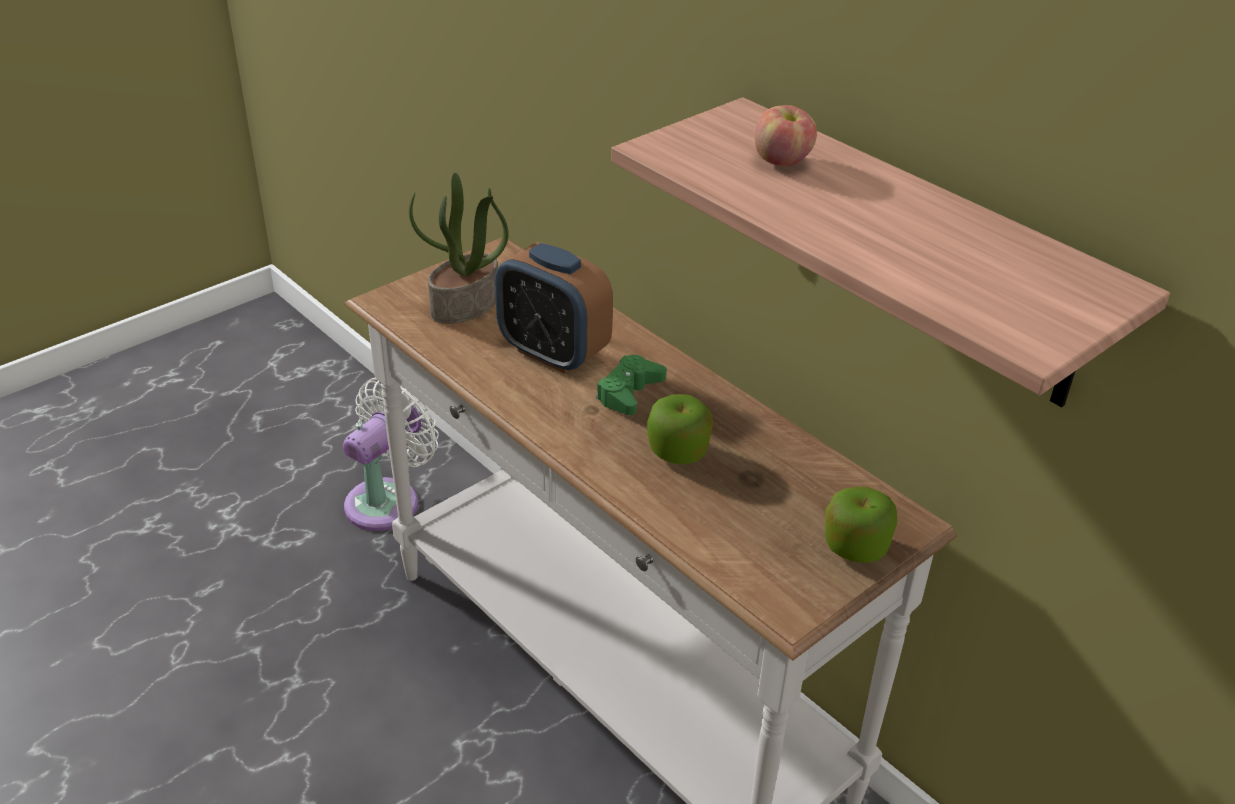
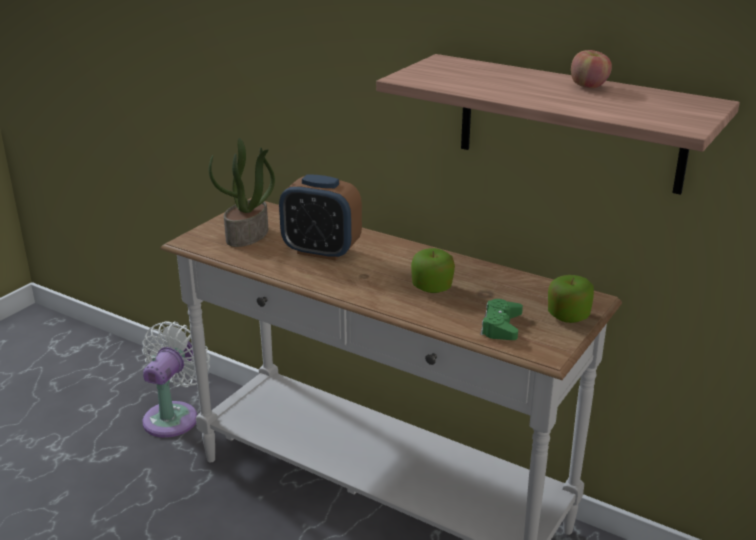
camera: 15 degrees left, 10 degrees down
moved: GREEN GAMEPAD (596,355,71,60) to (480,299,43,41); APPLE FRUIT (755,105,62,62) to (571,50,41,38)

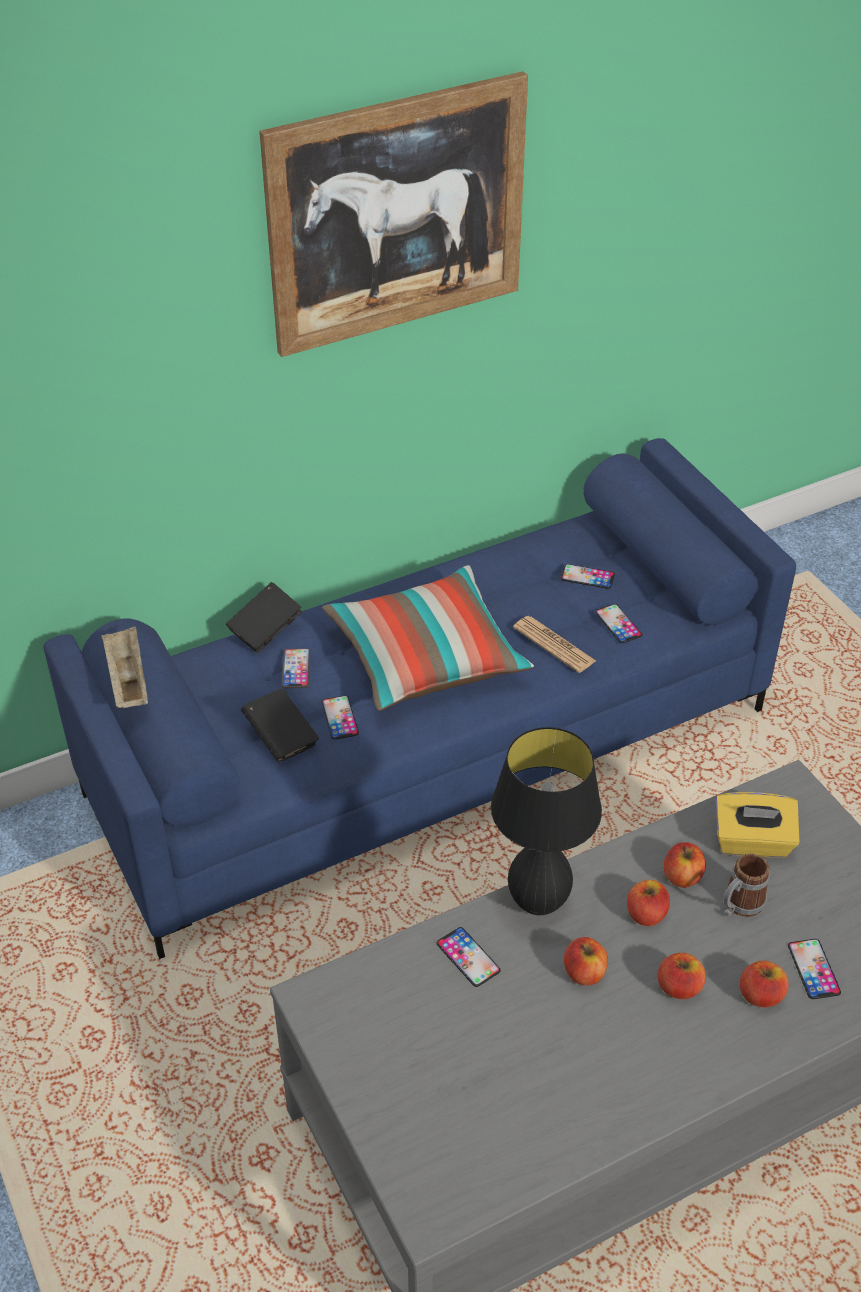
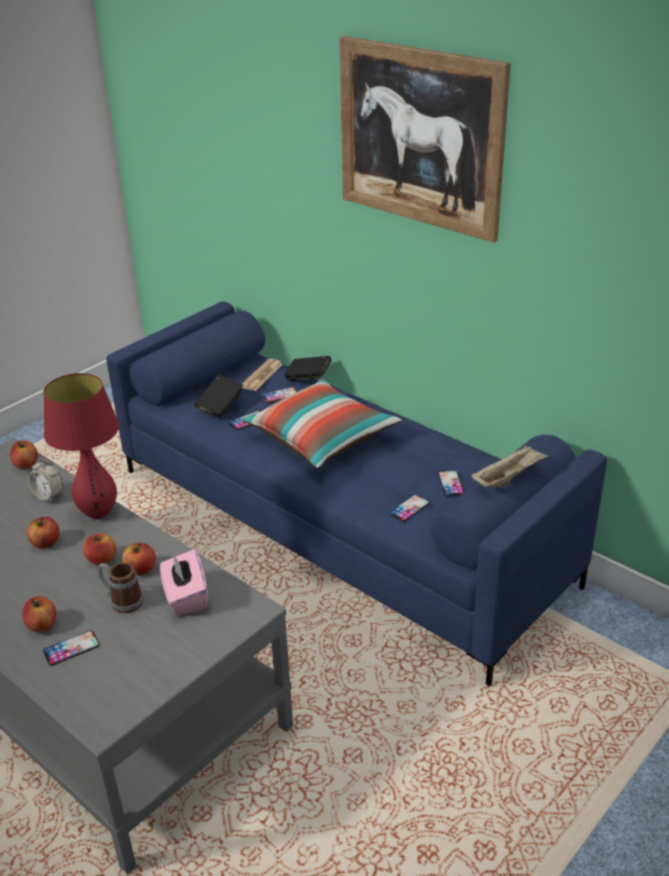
camera: 70 degrees right, 10 degrees down
moved: SAND-COLOURED CARRYING TRAY (101,626,47,82) to (471,444,77,44); PRINTED PAPER (513,616,83,57) to (242,359,41,32); APPLE FRUIT (658,953,48,46) to (10,440,28,29)
replaced: TELEPHONE (437,927,64,60) to TABLE CLOCK (28,458,35,45)
recoloured: BLACK-COLOURED TABLE LAMP (491,727,111,188) to RED TABLE LAMP (44,373,75,146); YELLOWISH TISSUE HOLDER (716,792,84,66) to PINKISH TISSUE HOLDER (160,549,48,67)

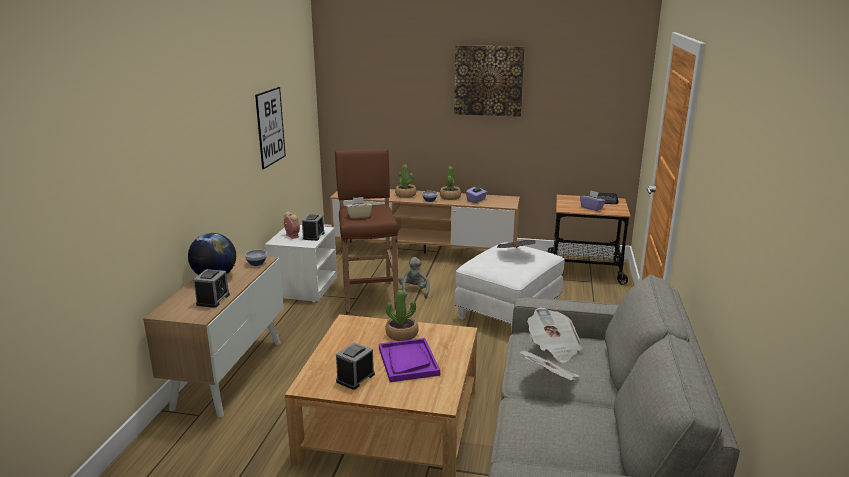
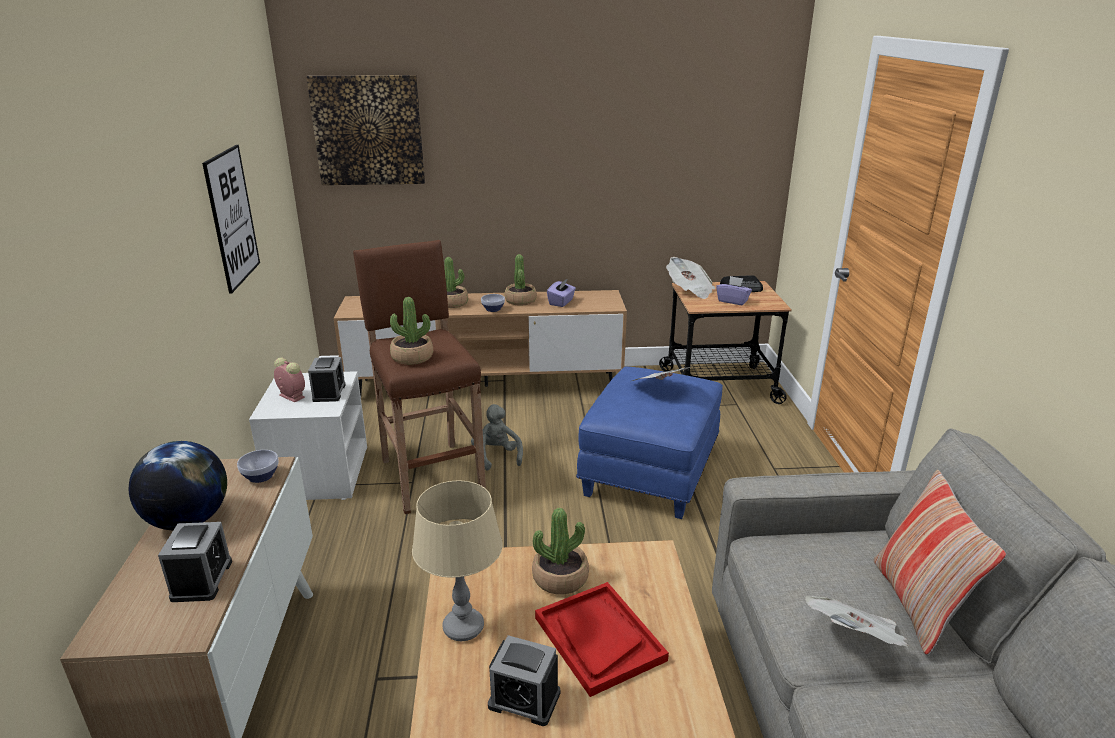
camera: 15 degrees left, 5 degrees up
added: SAND-COLOURED TABLE LAMP (412,480,91,161); THROW PILLOW (874,470,132,185)
moved: WALL ART (454,45,71,72) to (306,75,119,110); PRINTED PAPER (527,307,55,56) to (666,257,49,42)
replaced: SAND-COLOURED TISSUE HOLDER (346,197,26,22) to HOUSEPLANT (390,297,43,68)
recoloured: PURPLISH CARRYING TRAY (379,338,61,44) to RED CARRYING TRAY (535,582,134,115); WHITE-COLOURED FOOTREST (454,242,111,91) to BLUISH FOOTREST (576,366,147,153)
turned: TABLE CLOCK (336,342,39,48) = (488,635,73,91) 90 degrees counterclockwise

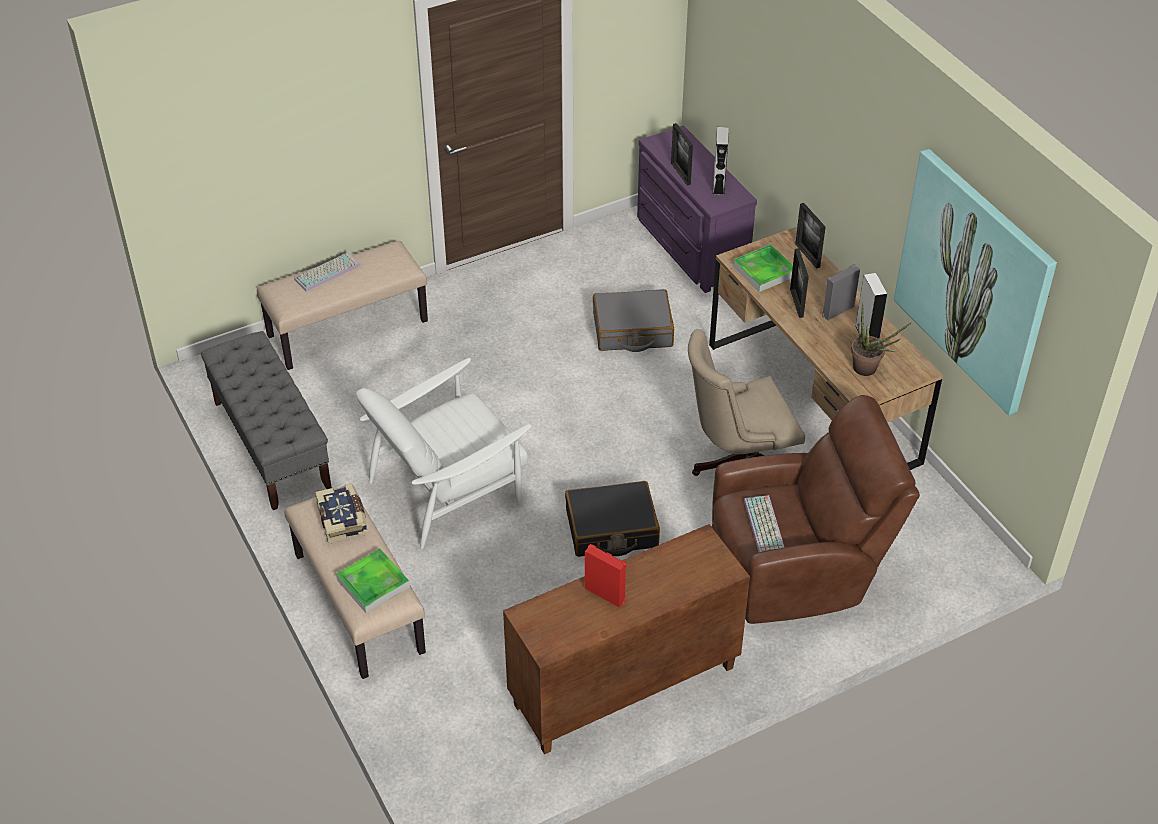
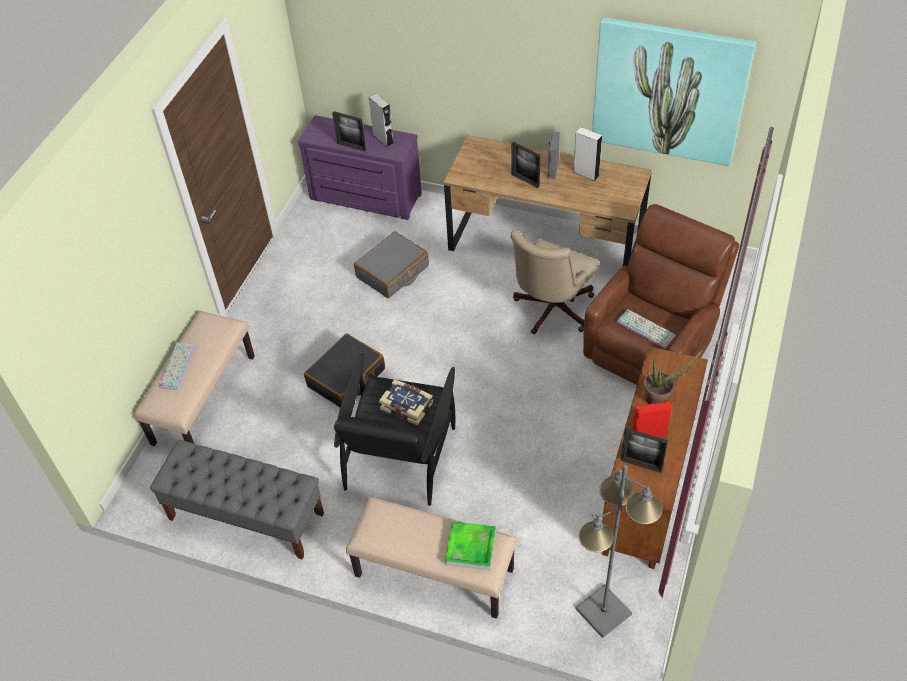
camera: 40 degrees left, 5 degrees up
removed: CARRYING TRAY (733,244,60,48)
added: GRAY STANDARD LAMP (575,465,87,173)
moved: BOUND BOOK (315,483,52,61) to (379,379,54,46); BLACK-COLOURED TRAVEL CASE (565,481,95,76) to (304,333,81,74); PICTURE FRAME (795,203,31,66) to (621,428,47,45); HOUSEPLANT (851,302,61,74) to (644,349,60,55)
recoloured: WHITE-COLOURED ARMCHAIR (356,358,176,191) to BLACK-COLOURED ARMCHAIR (334,353,121,153)

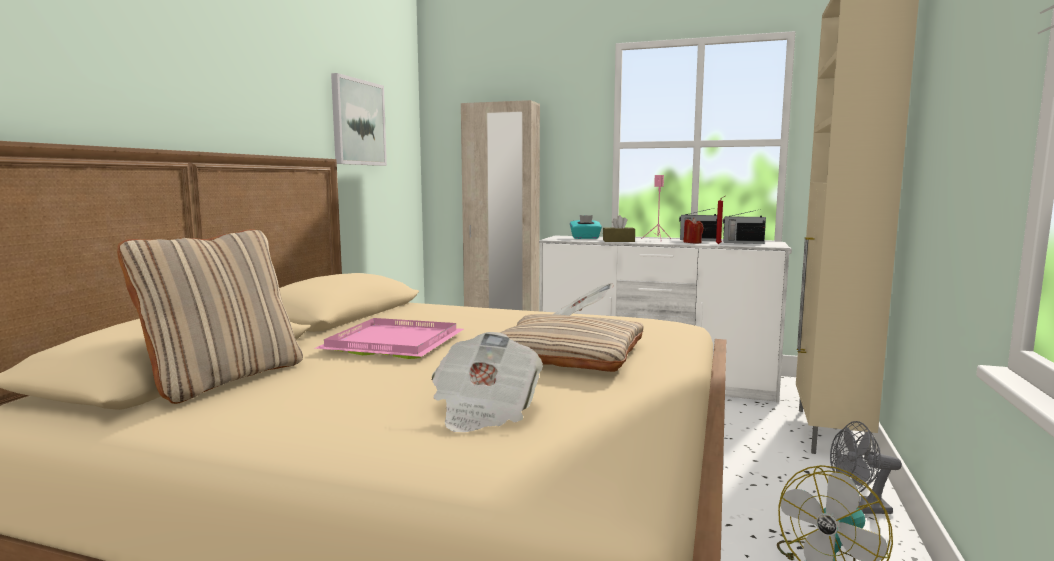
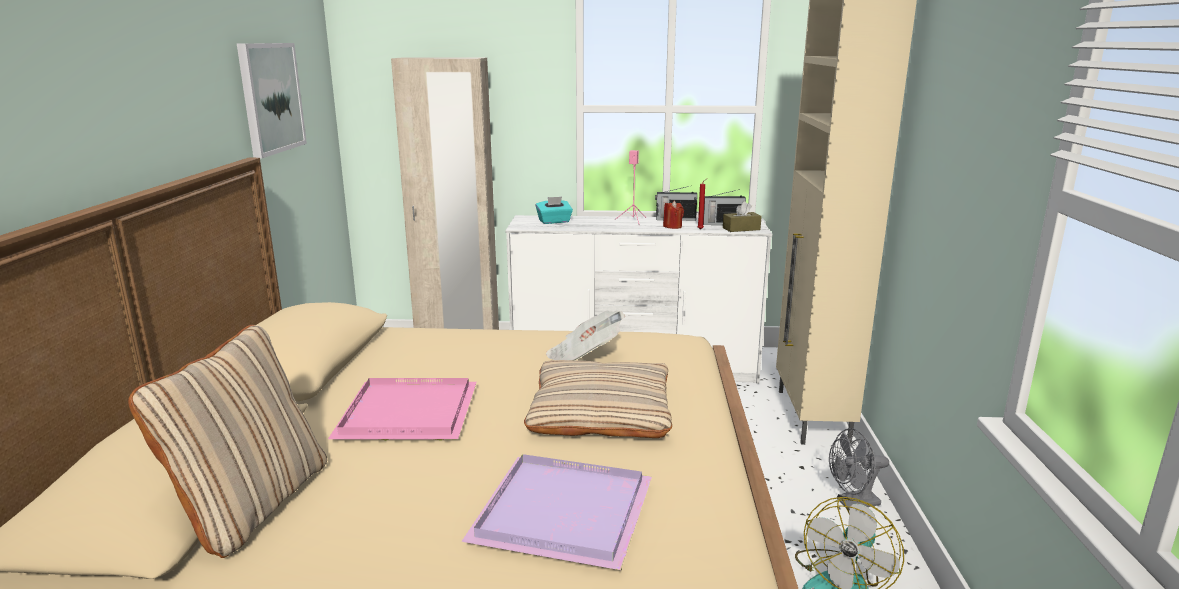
camera: 15 degrees left, 10 degrees up
moved: BROWN TISSUE HOLDER (603,215,32,27) to (723,201,39,31)
replaced: PRINTED PAPER (431,332,112,100) to PURPLISH CARRYING TRAY (461,454,191,116)

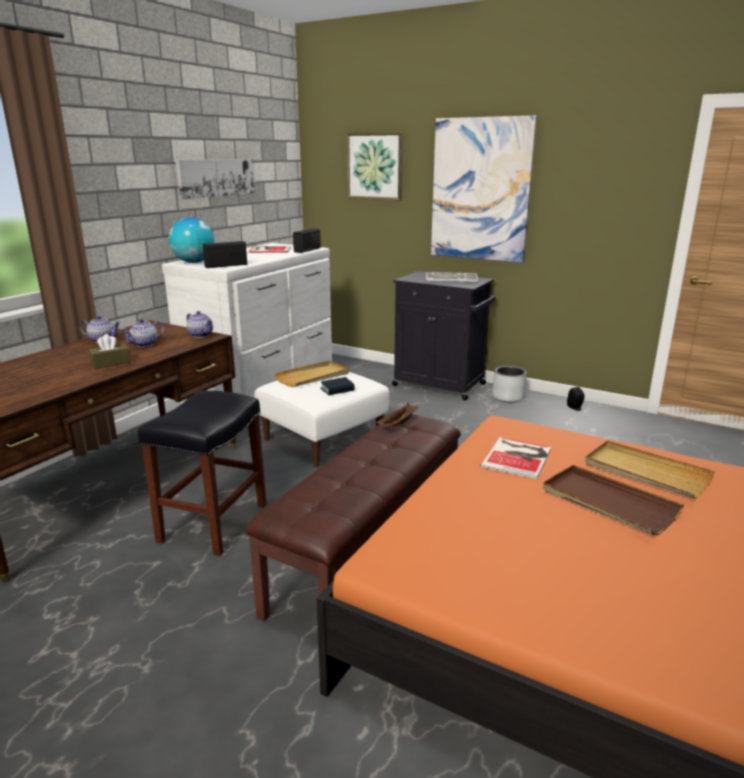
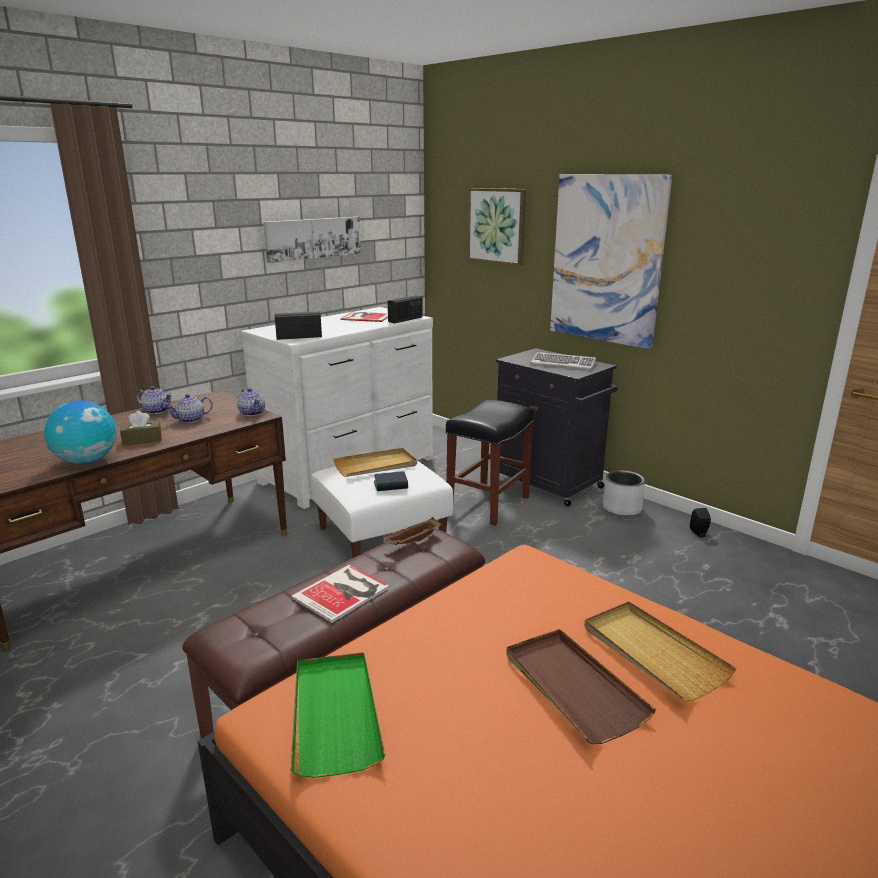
camera: 15 degrees right, 0 degrees up
added: GREEN CARRYING TRAY (290,652,95,126)
moved: BLACK-COLOURED SITTING STOOL (138,390,128,166) to (446,400,88,126); GLOBE (169,217,46,46) to (44,400,73,64); BOUND BOOK (480,437,71,42) to (291,565,98,58)

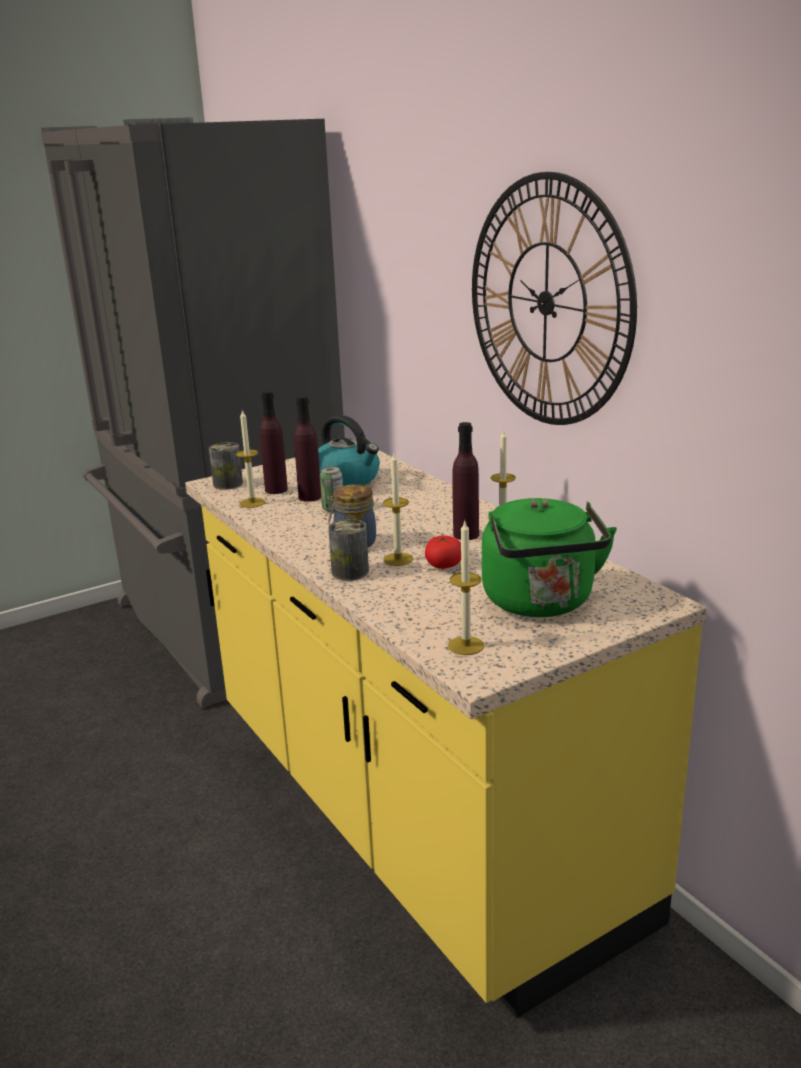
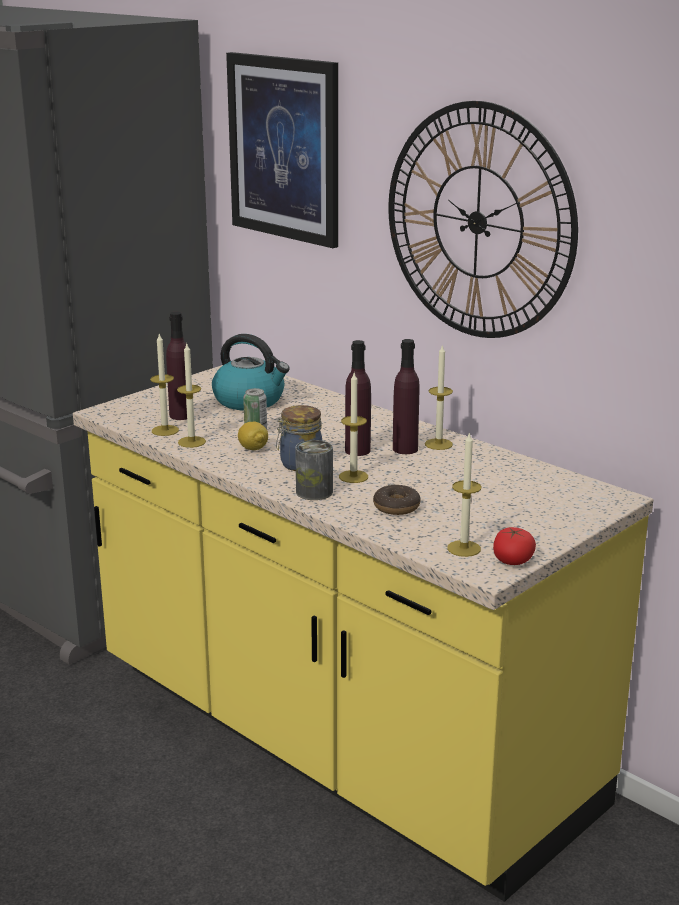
camera: 15 degrees left, 0 degrees up
removed: CAN (209,442,34,48); GREEN TEA KETTLE (482,498,135,119)
added: WAX CANDLE (177,342,29,106); WALL ART (226,52,112,196); CITRUS FRUIT (238,422,30,28); RING DOUGHNUT (373,485,47,30)
moved: PURPLISH BEVERAGE BOTTLE (294,396,27,106) to (345,340,26,116); TOMATO (425,535,36,34) to (493,527,43,38)

